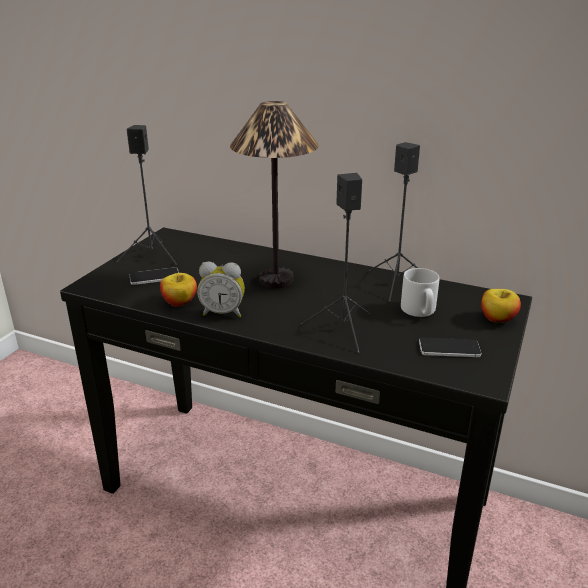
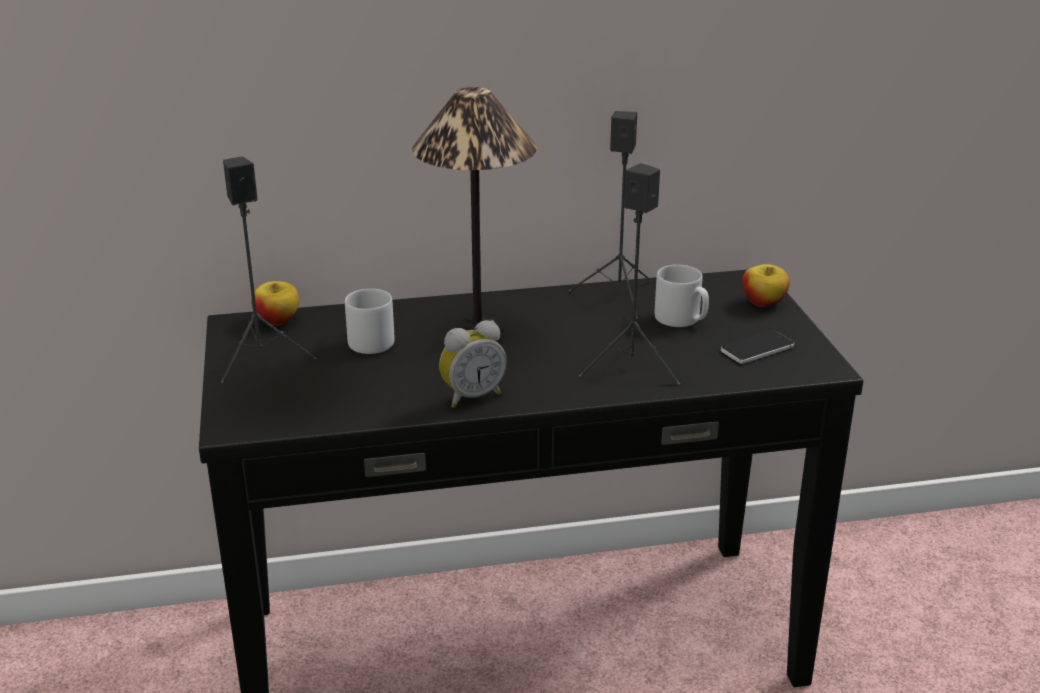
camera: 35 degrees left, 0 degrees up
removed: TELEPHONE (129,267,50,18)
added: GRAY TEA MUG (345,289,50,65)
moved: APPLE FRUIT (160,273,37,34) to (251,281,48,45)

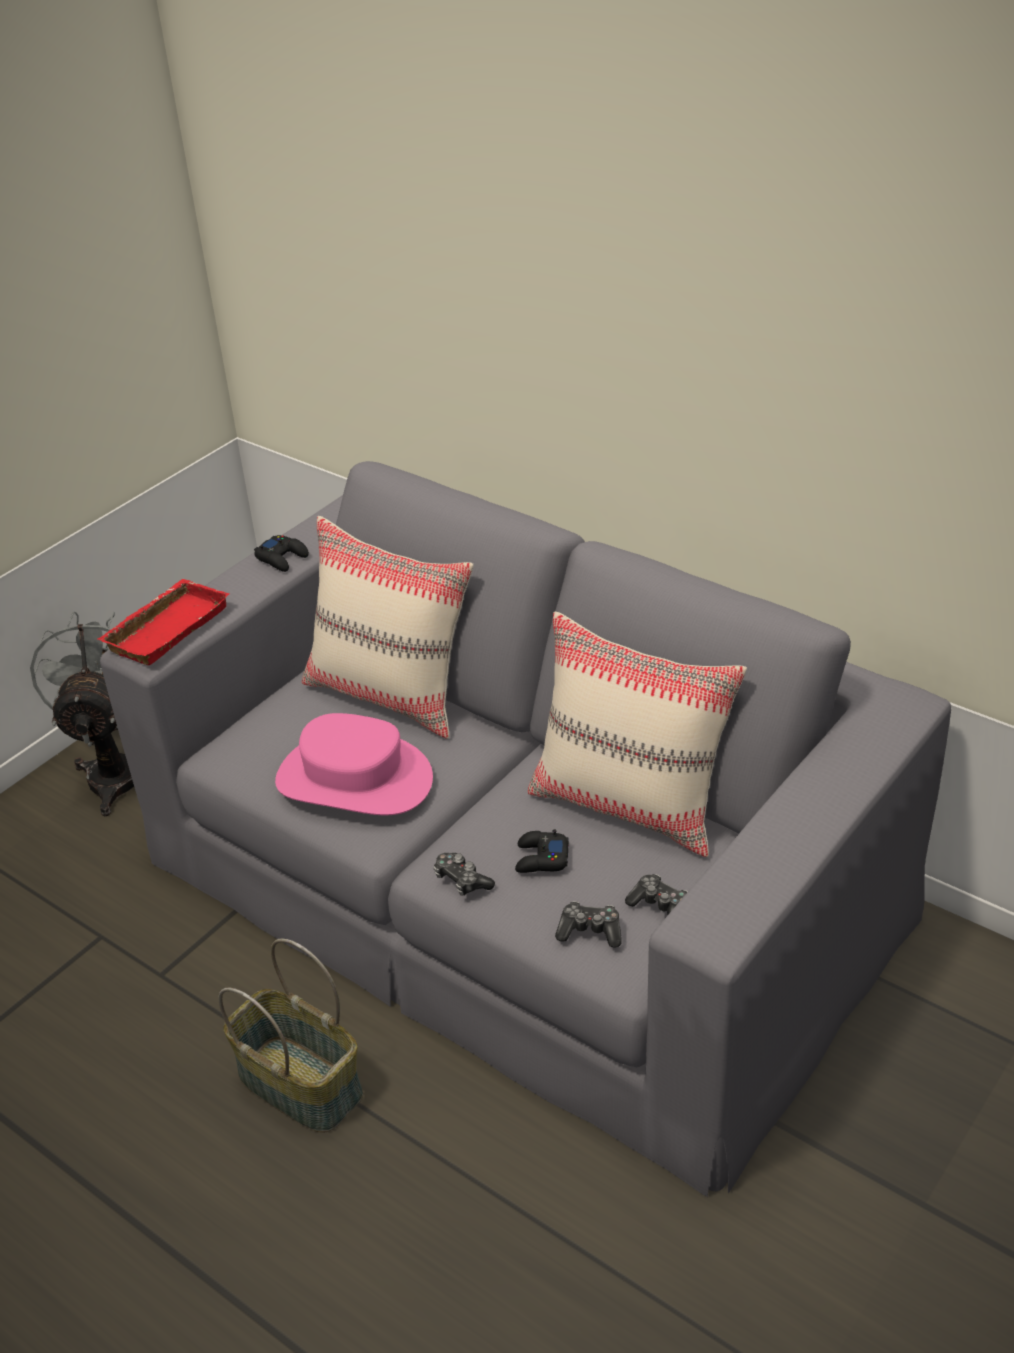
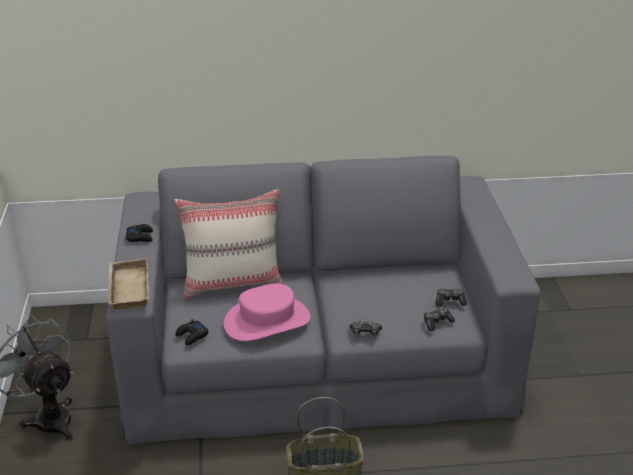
camera: 45 degrees left, 5 degrees down
removed: SAND-COLOURED THROW PILLOW (528,612,219,245)
moved: BLACK-COLOURED GAMEPAD (515,830,54,43) to (175,319,33,27)
recoloured: RED CARRYING TRAY (98,579,131,86) to SAND-COLOURED CARRYING TRAY (108,258,41,52)

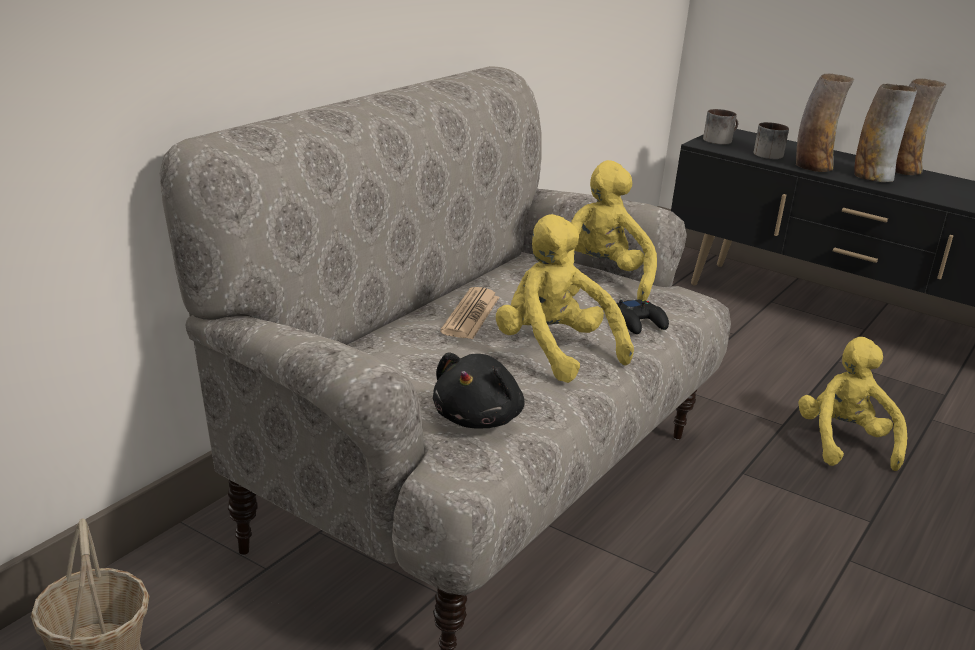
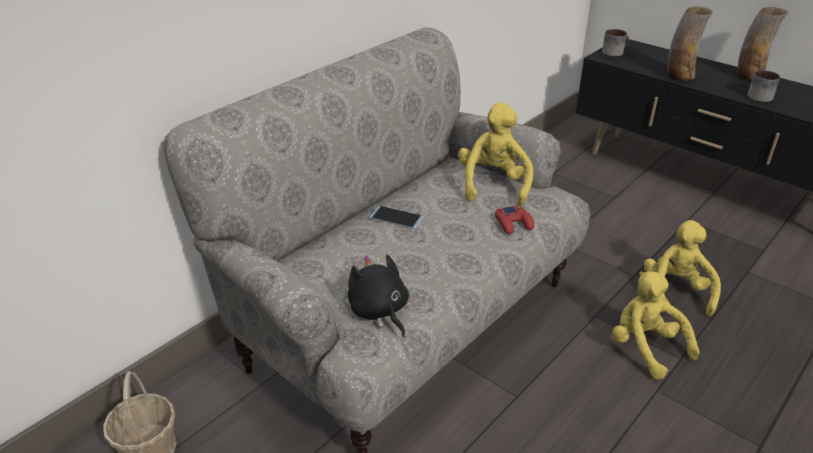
camera: 10 degrees right, 10 degrees up
removed: DECORATIVE VASE (854,84,63,98)
moved: YELLOWISH PLUSH TOY (496,214,138,169) to (612,271,88,109); TEA MUG (754,122,35,37) to (748,70,32,32)
replaced: PRINTED PAPER (440,287,60,53) to TELEPHONE (369,206,55,23)
recoloured: BLACK-COLOURED GAMEPAD (617,299,52,35) to RED GAMEPAD (495,205,39,30)
turned: BLACK-COLOURED PLUSH TOY (433,352,92,76) = (348,254,61,83) 120 degrees clockwise

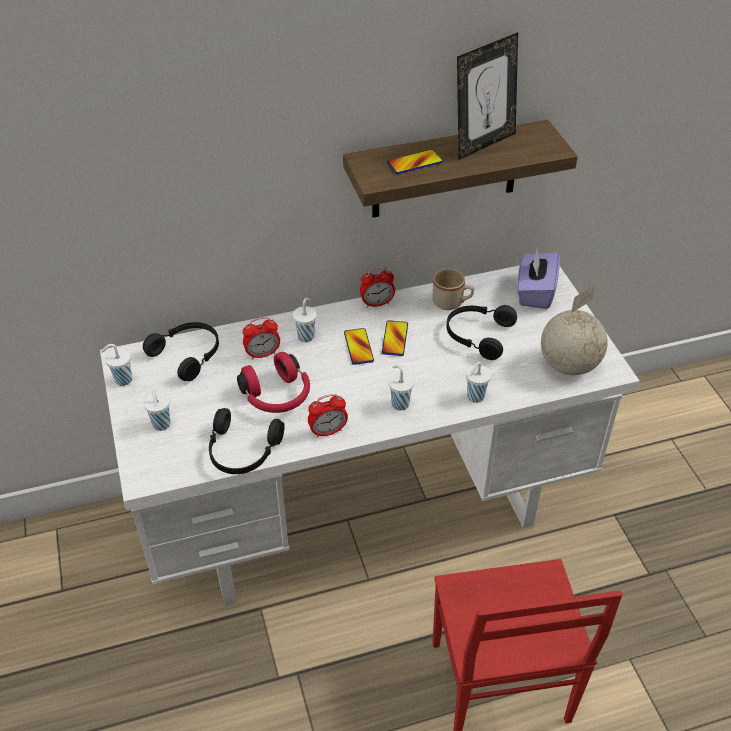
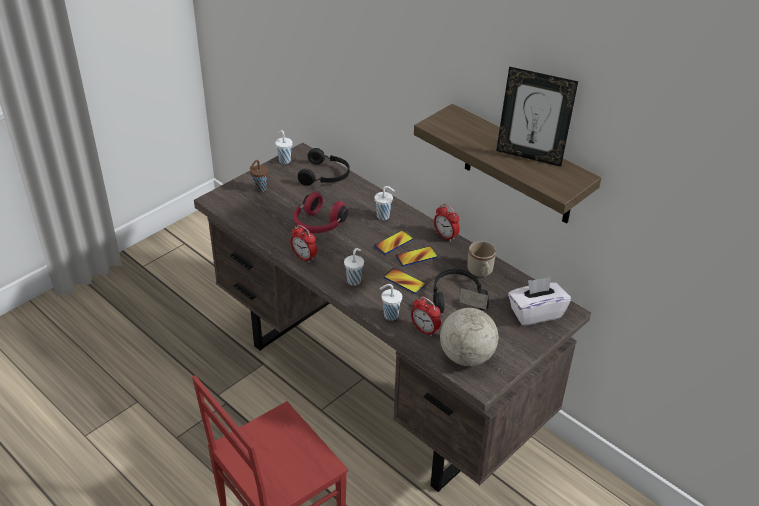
camera: 60 degrees right, 5 degrees down
removed: BLACK-COLOURED HEADPHONES (209,408,76,66)
moved: TABLE CLOCK (243,317,37,43) to (411,296,30,41); TELEPHONE (387,149,56,25) to (383,268,43,26)
recoloured: WHITE-COLOURED DESK (100,265,539,341) to BROWN DESK (194,143,397,349); WHITE-COLOURED DRINKING CUP (143,390,27,41) to BROWN DRINKING CUP (250,160,18,33); PURPLISH TISSUE HOLDER (517,250,43,59) to WHITE-COLOURED TISSUE HOLDER (508,277,63,49)

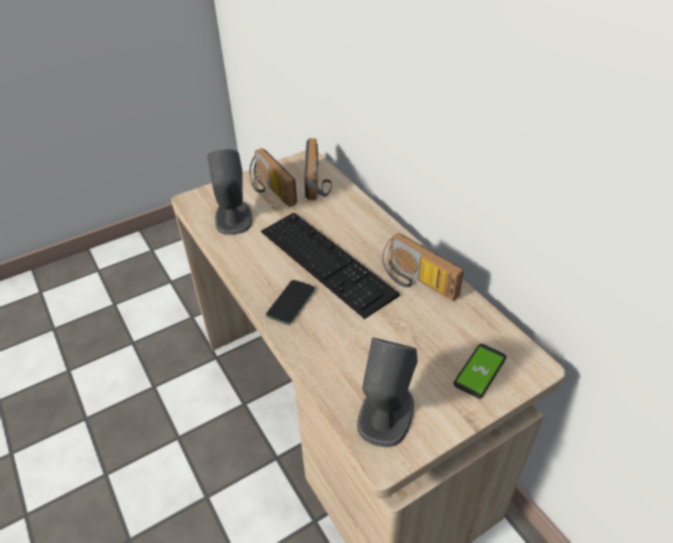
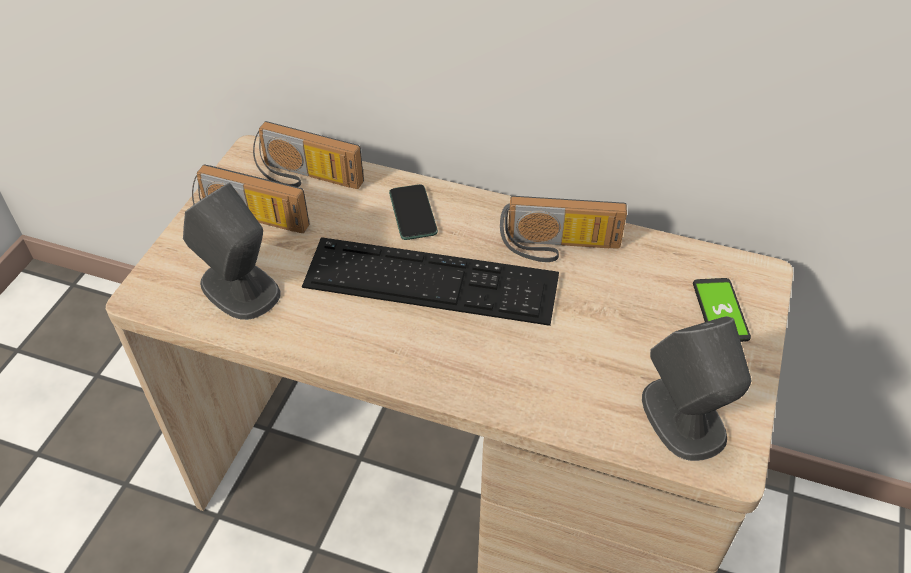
camera: 40 degrees left, 5 degrees up
moved: TELEPHONE (266,280,49,45) to (389,184,49,56)
turned: RADIO RECEIVER (304,138,28,62) = (253,121,111,68) 150 degrees clockwise

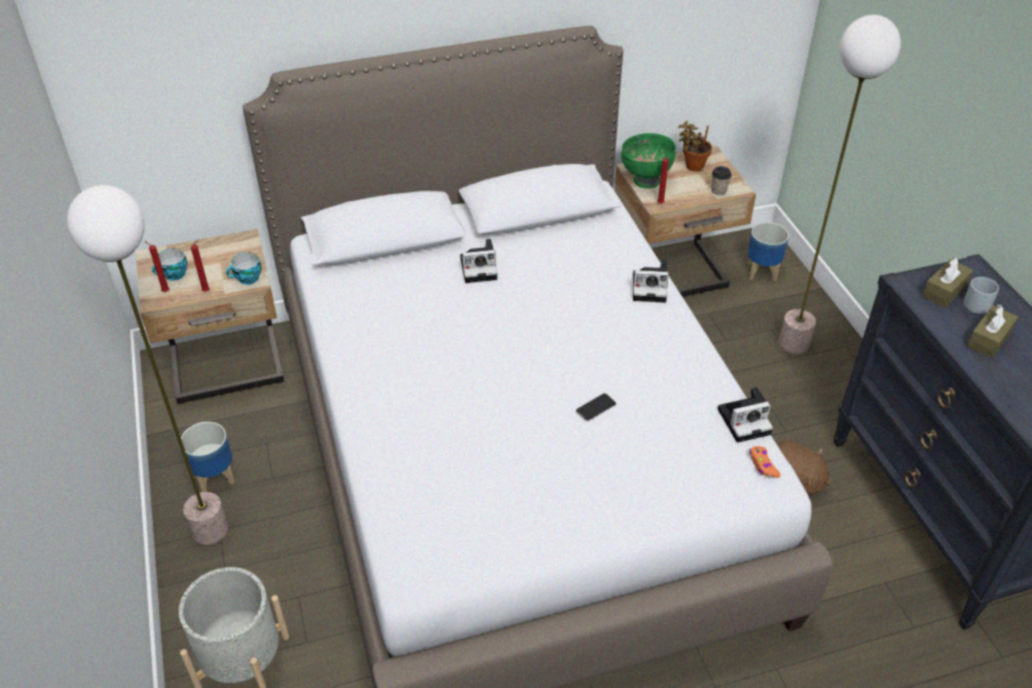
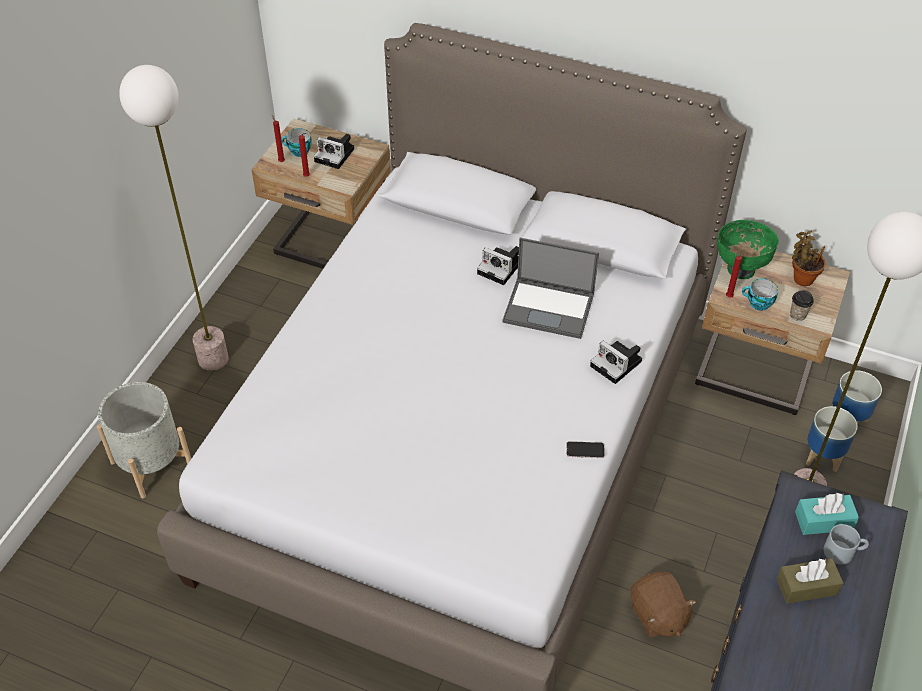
camera: 40 degrees right, 5 degrees up
removed: ORANGEY GAMEPAD (750,446,31,32)
added: NOTEBOOK COMPUTER (502,238,97,101)
moved: PLANT POT (181,422,54,70) to (806,406,52,66); DRINKING CUP (226,252,36,33) to (742,278,36,33); TELEPHONE (576,393,40,28) to (566,441,39,17); PHOTO CAMERA (718,387,55,56) to (314,134,40,35)
recoloured: BROWN TISSUE HOLDER (922,257,52,51) to BLUE-GREEN TISSUE HOLDER (795,493,64,42)

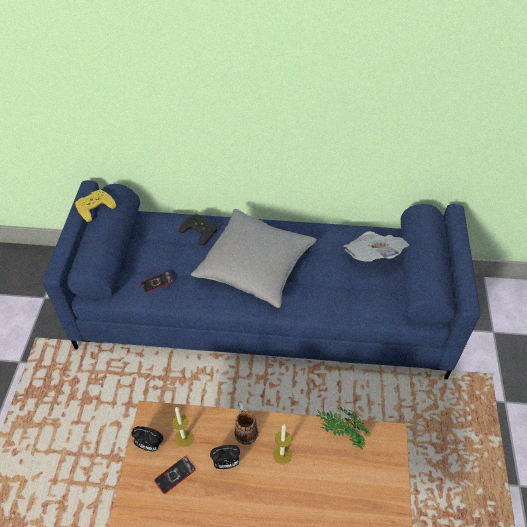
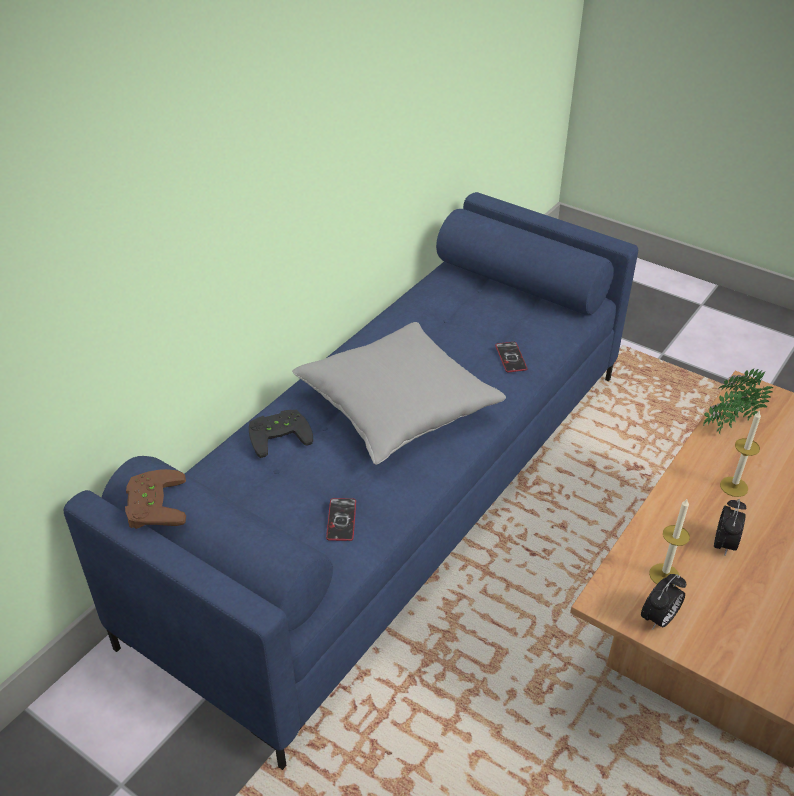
camera: 60 degrees left, 10 degrees down
removed: TEA MUG (234,401,24,44); PRINTED PAPER (343,231,66,31)
moved: TELEPHONE (154,456,42,38) to (495,342,33,30)
recoloured: YELLOWISH GAMEPAD (75,190,41,32) to BROWN GAMEPAD (125,469,61,60)

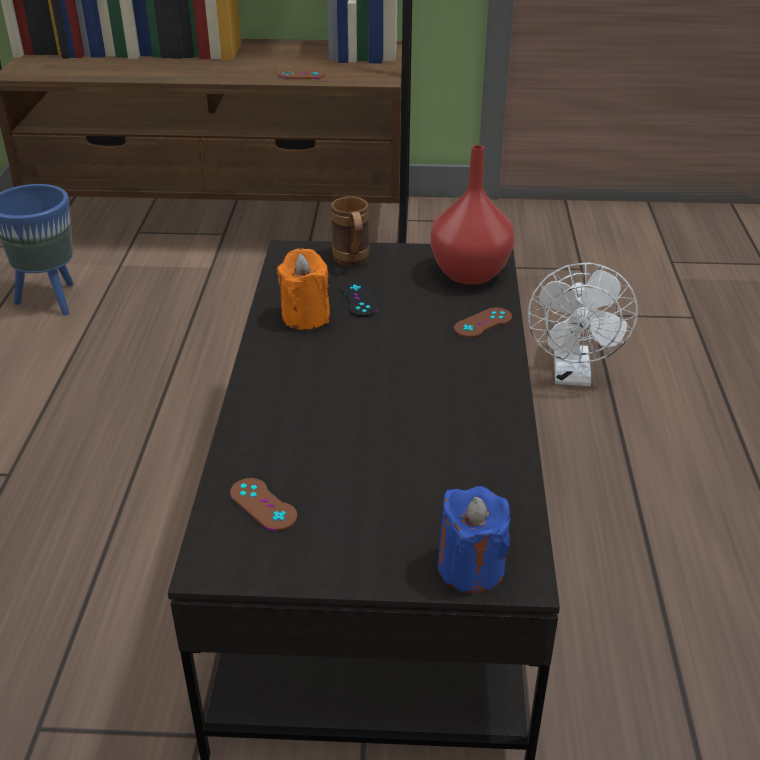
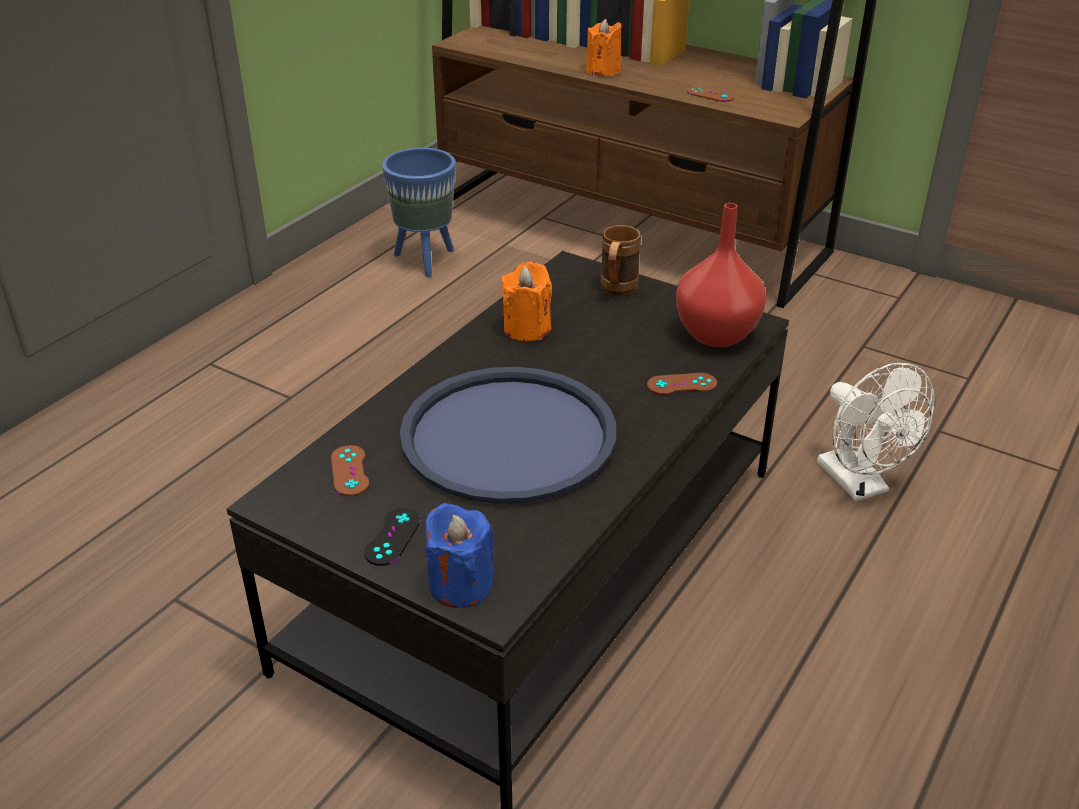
camera: 30 degrees right, 0 degrees up
added: BLUISH CARRYING TRAY (400,367,216,137); ORANGEY WAX CANDLE (586,19,36,57)
moved: BLACK-COLOURED GAMEPAD (342,281,35,36) to (364,508,57,58)
turned: WHITE-COLOURED ELECTRIC FAN (528,263,110,123) = (817,363,118,138) 60 degrees counterclockwise

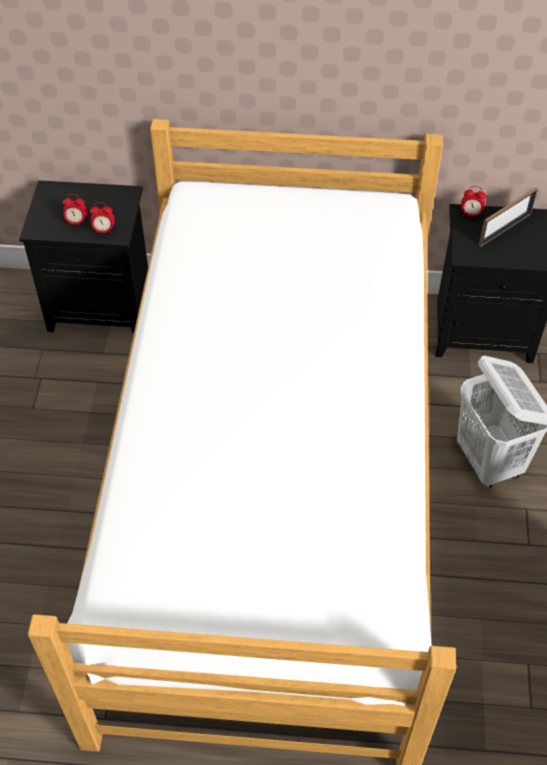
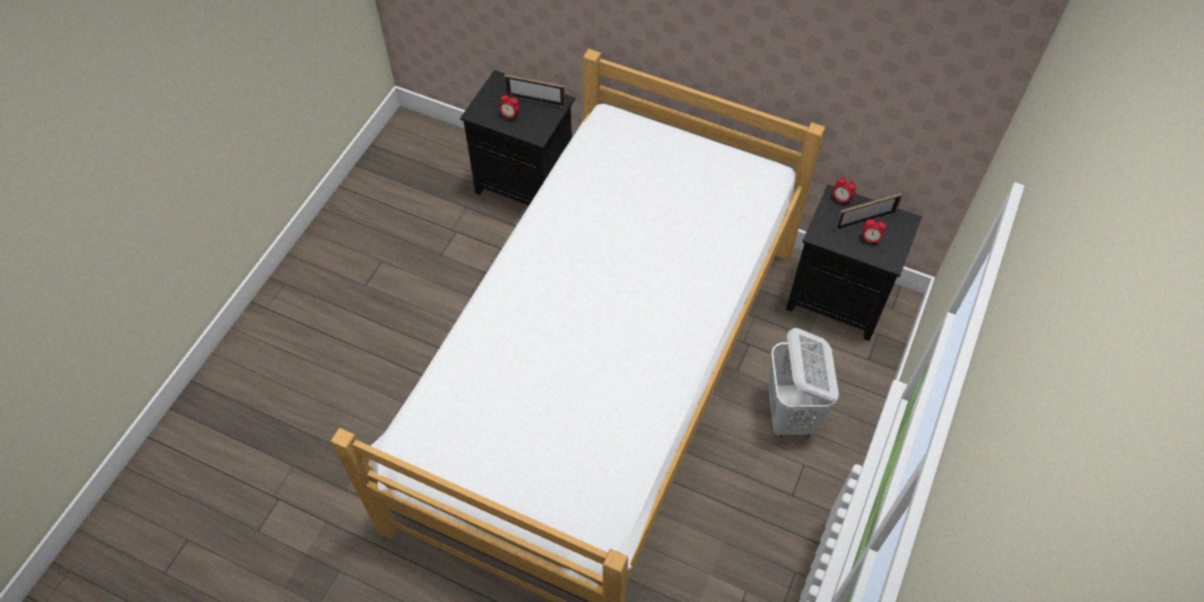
camera: 20 degrees right, 5 degrees up
added: PICTURE FRAME (504,74,62,34)
moved: TABLE CLOCK (90,202,25,33) to (862,217,24,27)

